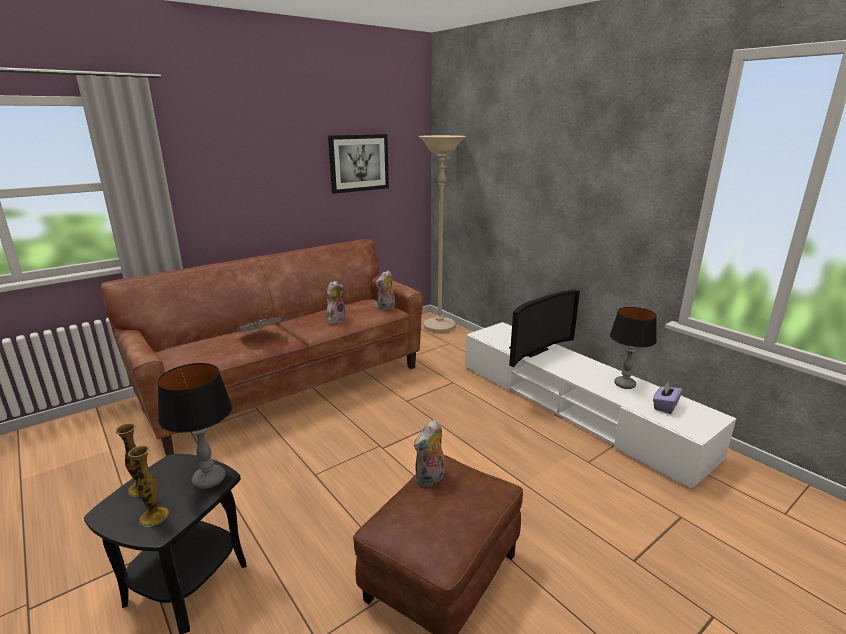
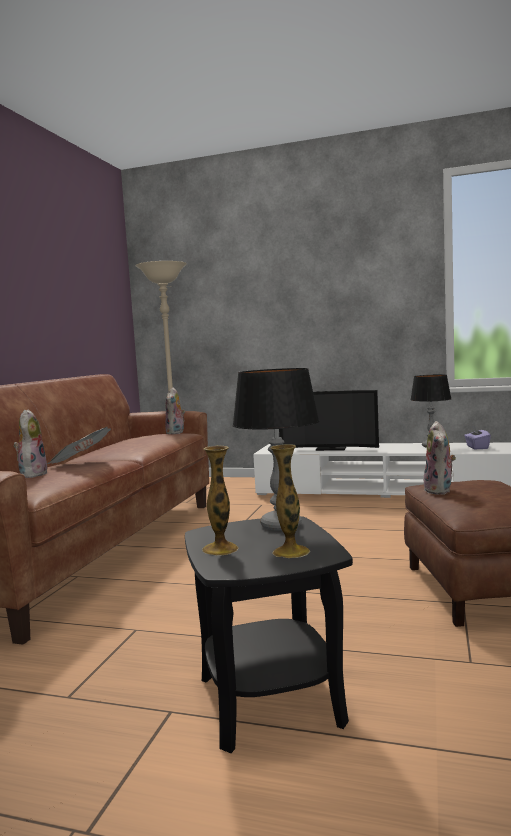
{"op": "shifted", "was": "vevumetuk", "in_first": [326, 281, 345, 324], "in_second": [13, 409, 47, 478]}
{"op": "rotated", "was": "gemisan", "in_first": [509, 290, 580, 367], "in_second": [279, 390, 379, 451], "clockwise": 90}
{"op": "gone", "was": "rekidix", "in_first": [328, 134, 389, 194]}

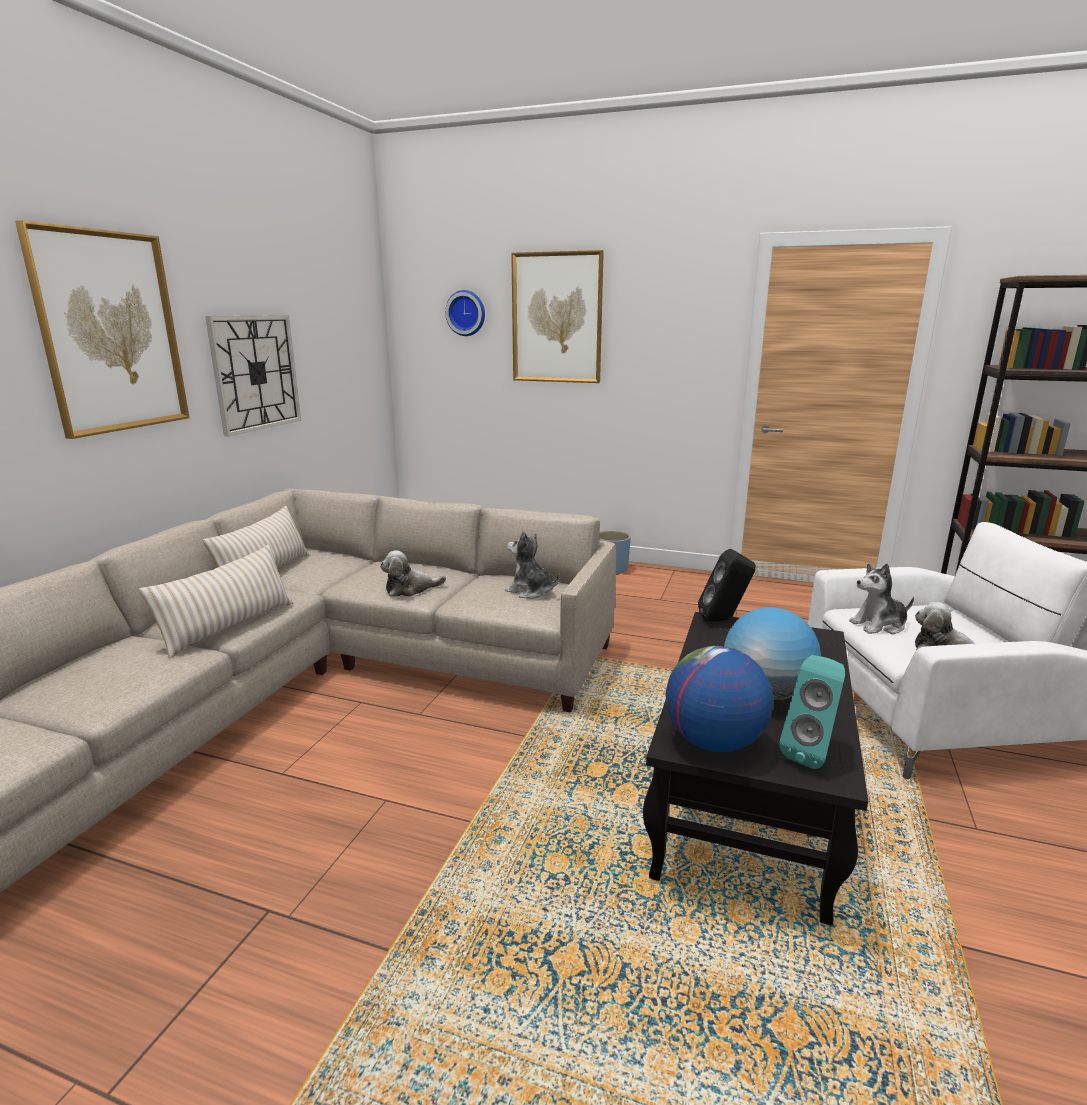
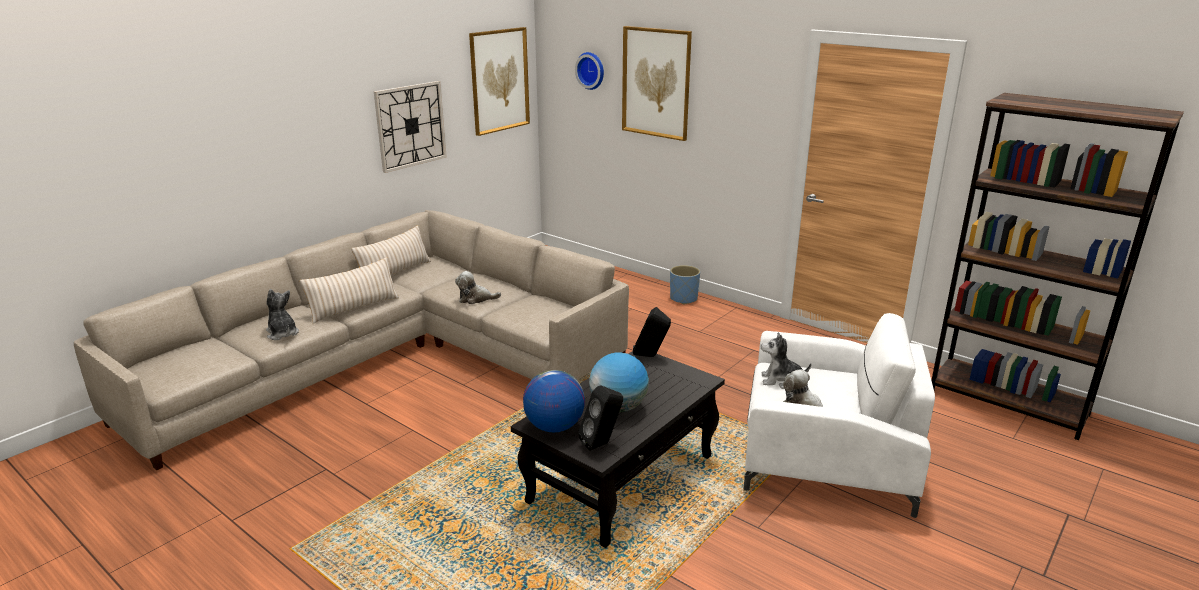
{"op": "shifted", "was": "vevumetuk", "in_first": [505, 531, 560, 599], "in_second": [266, 289, 299, 340]}
{"op": "shifted", "was": "rekidix", "in_first": [15, 220, 190, 439], "in_second": [469, 27, 530, 136]}
{"op": "repainted", "was": "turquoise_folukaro", "now": "black_folukaro", "in_first": [779, 655, 845, 769], "in_second": [578, 385, 623, 451]}

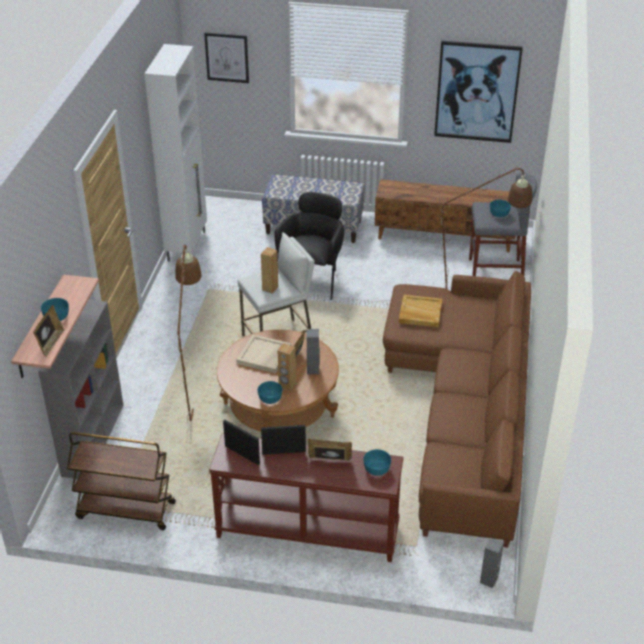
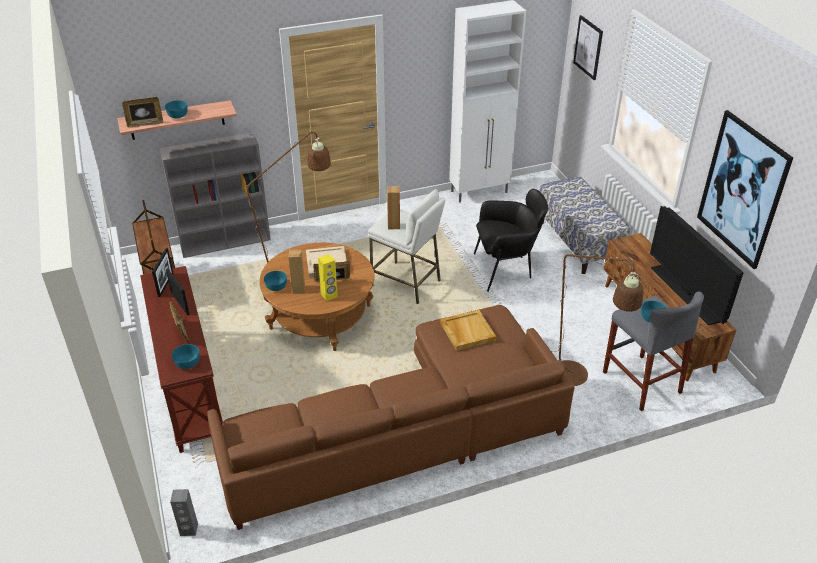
{"op": "repainted", "was": "grey_folukaro", "now": "yellow_folukaro", "in_first": [307, 329, 320, 374], "in_second": [318, 254, 338, 301]}
{"op": "new", "now": "gemisan", "in_second": [650, 206, 744, 325]}

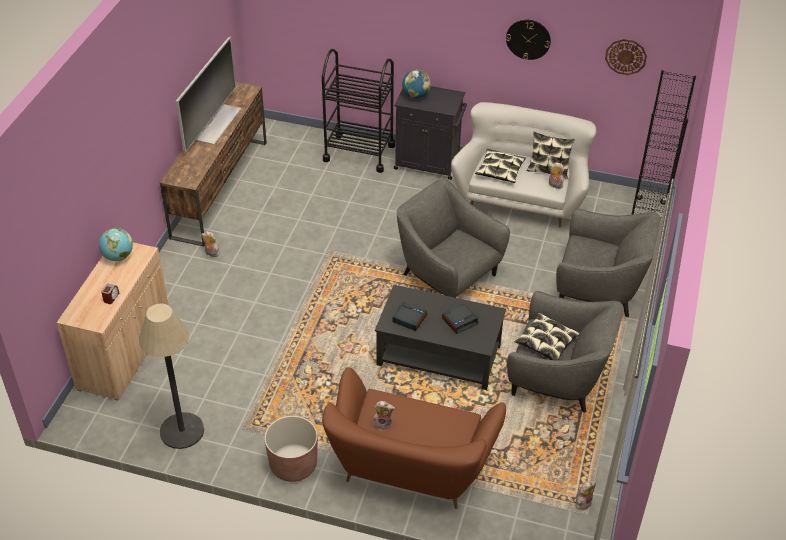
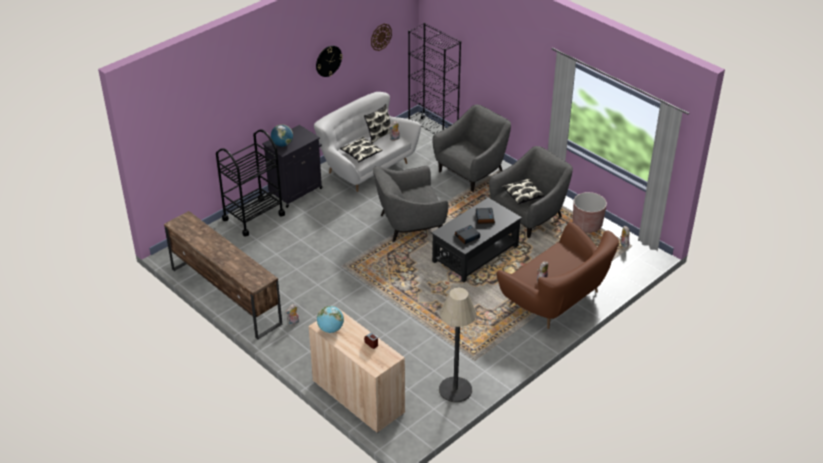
{"op": "shifted", "was": "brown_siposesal", "in_first": [264, 416, 318, 482], "in_second": [573, 192, 607, 233]}
{"op": "gone", "was": "gemisan", "in_first": [176, 37, 241, 153]}

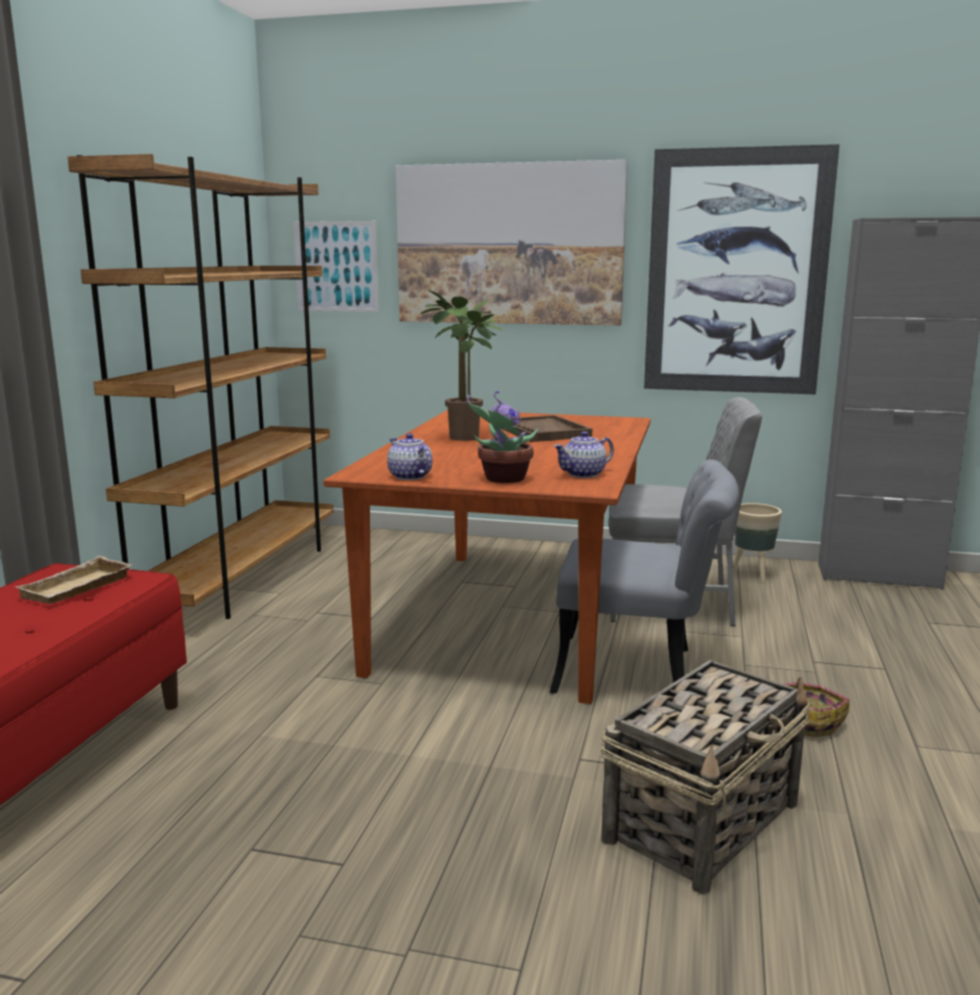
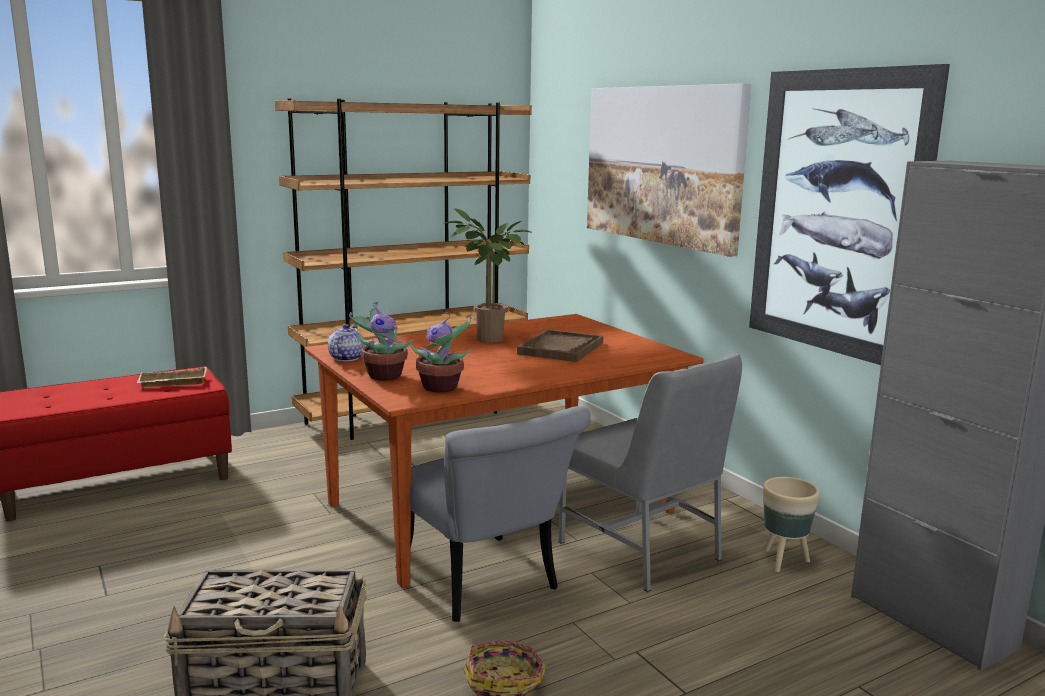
{"op": "swapped", "was": "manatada", "now": "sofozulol", "in_first": [554, 431, 614, 478], "in_second": [409, 312, 472, 393]}
{"op": "gone", "was": "rekidix", "in_first": [293, 221, 379, 312]}

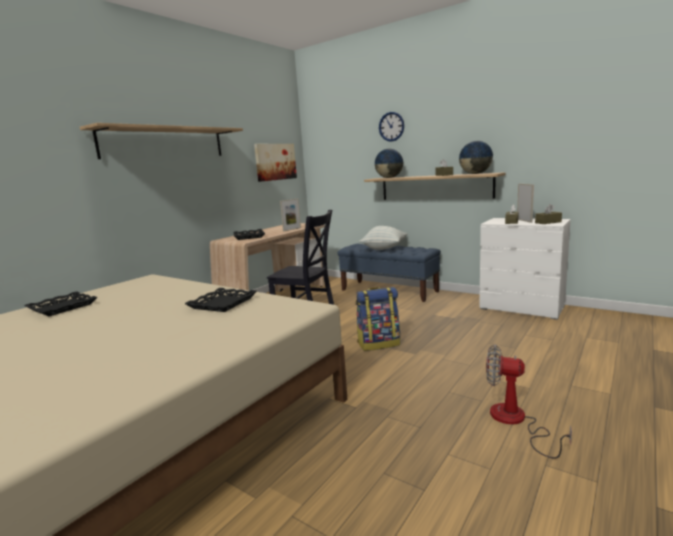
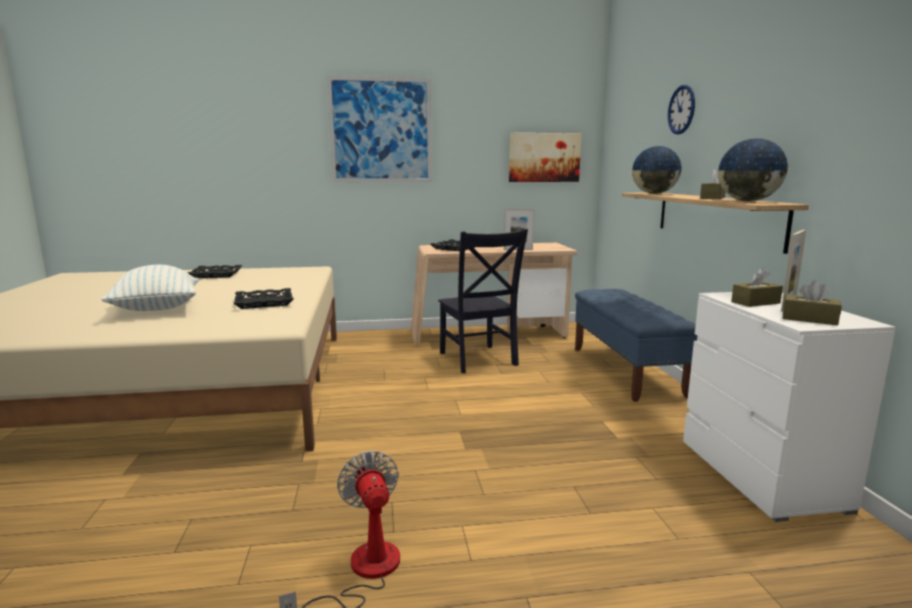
{"op": "shifted", "was": "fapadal", "in_first": [359, 226, 408, 250], "in_second": [101, 265, 199, 311]}
{"op": "swapped", "was": "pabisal", "now": "rekidix", "in_first": [80, 123, 243, 159], "in_second": [327, 76, 432, 182]}
{"op": "gone", "was": "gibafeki", "in_first": [356, 287, 400, 351]}

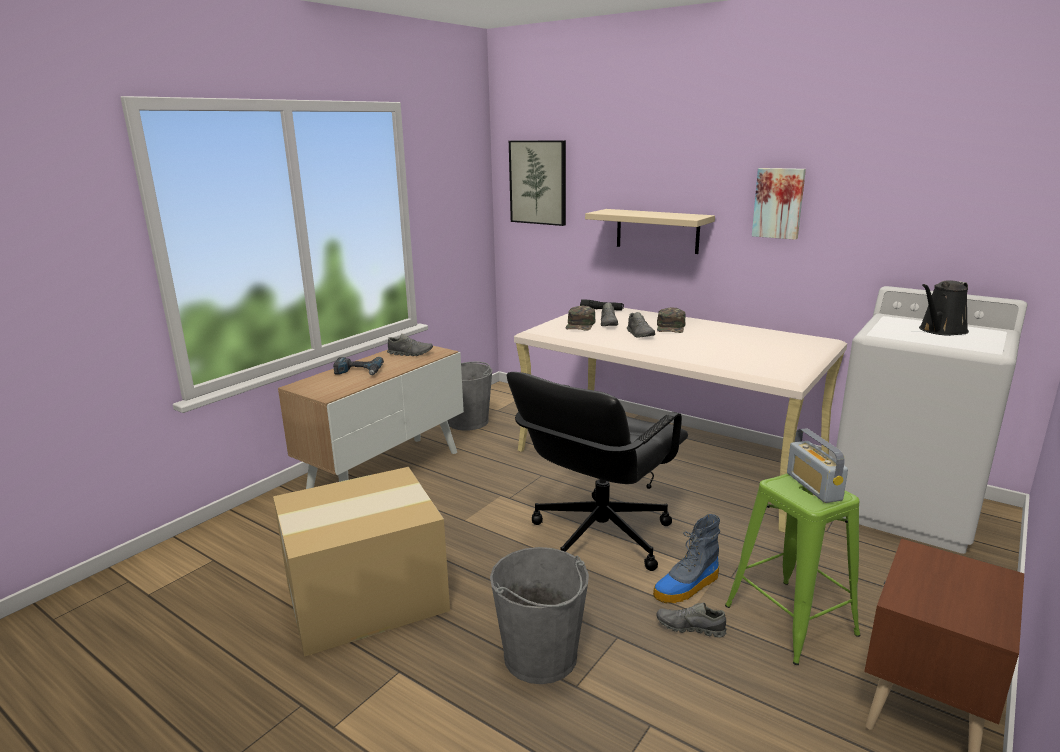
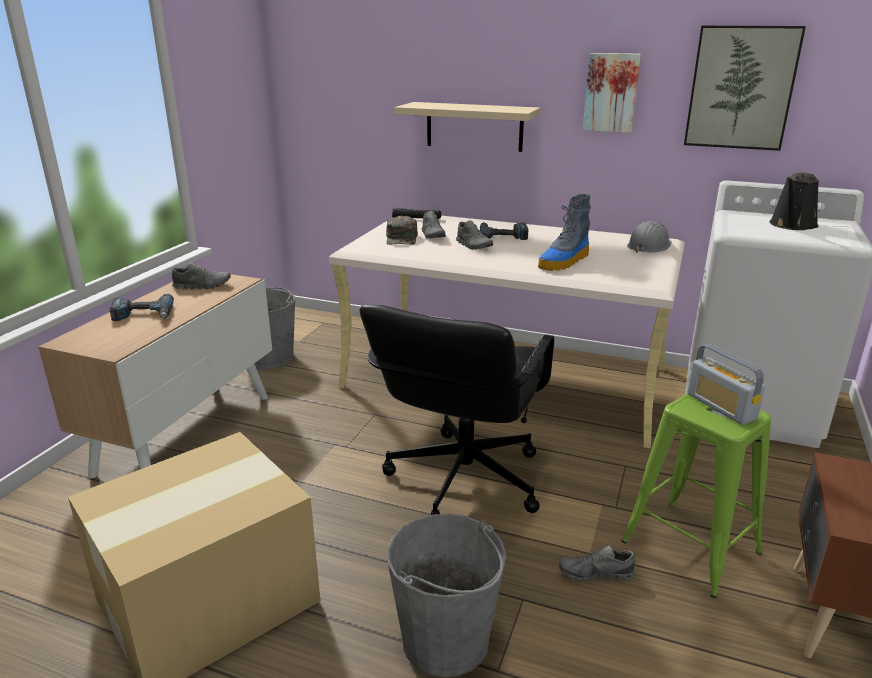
{"op": "swapped", "was": "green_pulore", "now": "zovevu", "in_first": [657, 307, 685, 333], "in_second": [480, 222, 528, 240]}
{"op": "shifted", "was": "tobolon", "in_first": [653, 514, 720, 604], "in_second": [538, 194, 591, 271]}
{"op": "new", "now": "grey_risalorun", "in_second": [627, 221, 671, 253]}
{"op": "shifted", "was": "rekidix", "in_first": [509, 140, 566, 226], "in_second": [684, 25, 806, 151]}

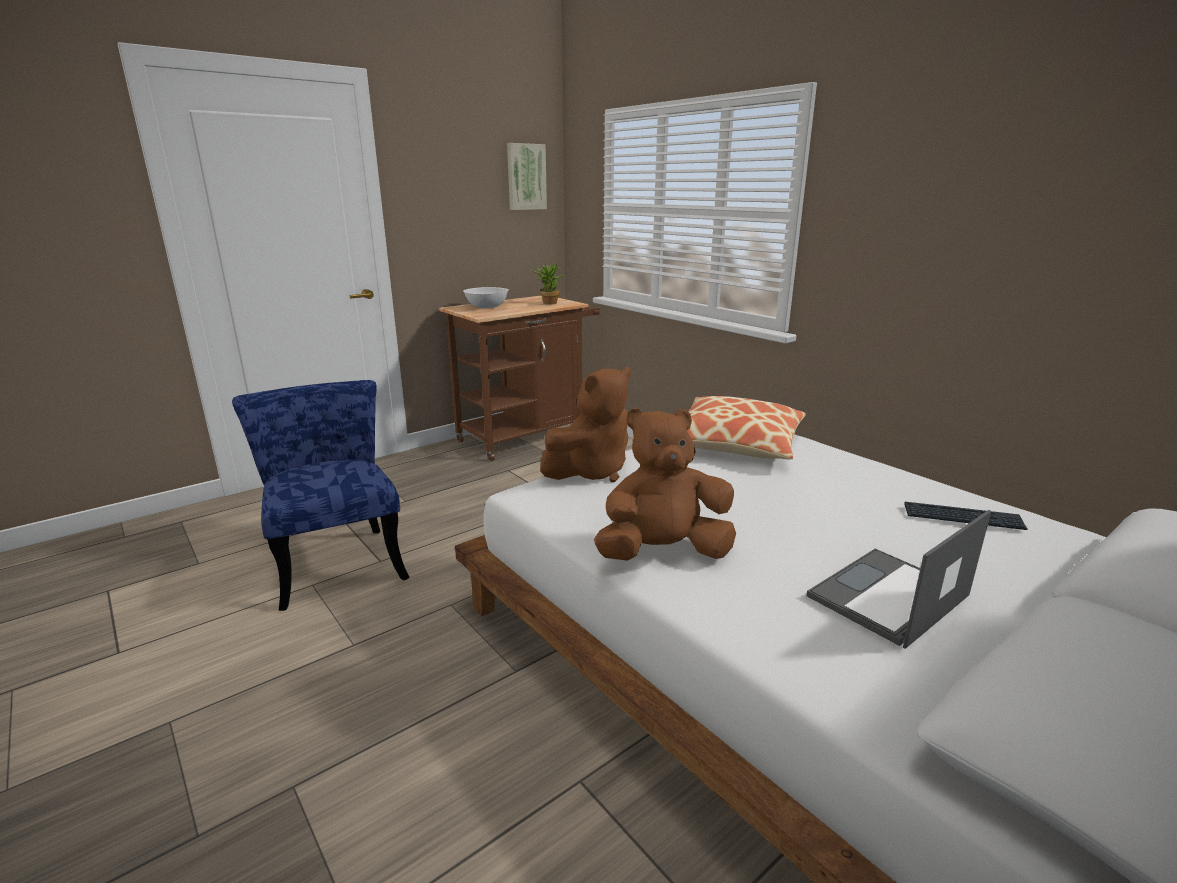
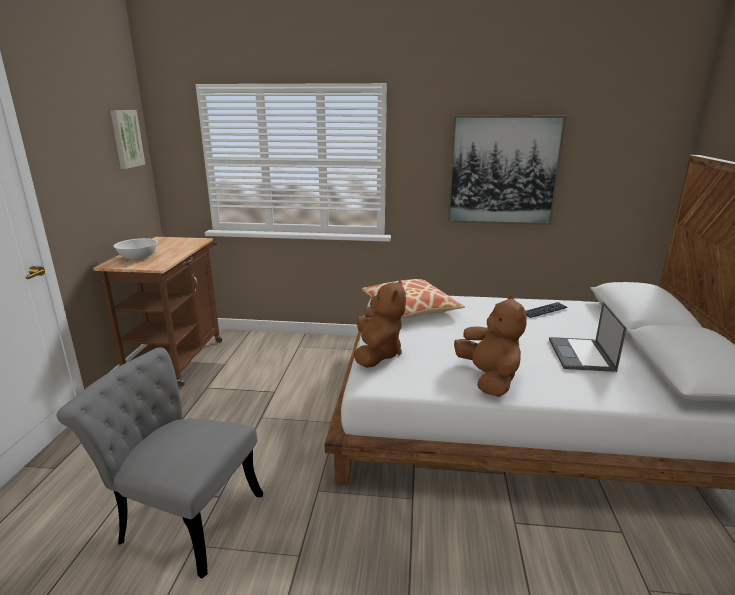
{"op": "repainted", "was": "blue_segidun", "now": "grey_segidun", "in_first": [232, 380, 410, 611], "in_second": [57, 347, 263, 579]}
{"op": "new", "now": "rekidix", "in_second": [447, 115, 566, 225]}
{"op": "rotated", "was": "brown_vevumetuk", "in_first": [594, 408, 736, 561], "in_second": [454, 295, 526, 397], "clockwise": 135}
{"op": "gone", "was": "sofozulol", "in_first": [531, 262, 563, 305]}

